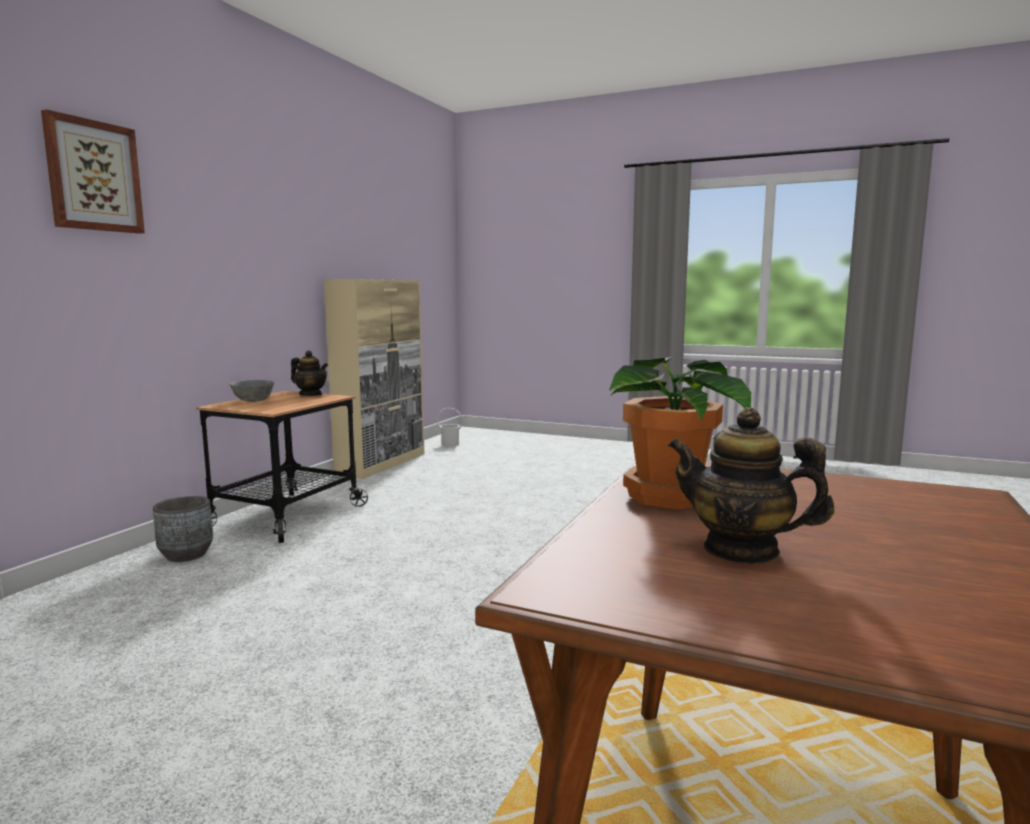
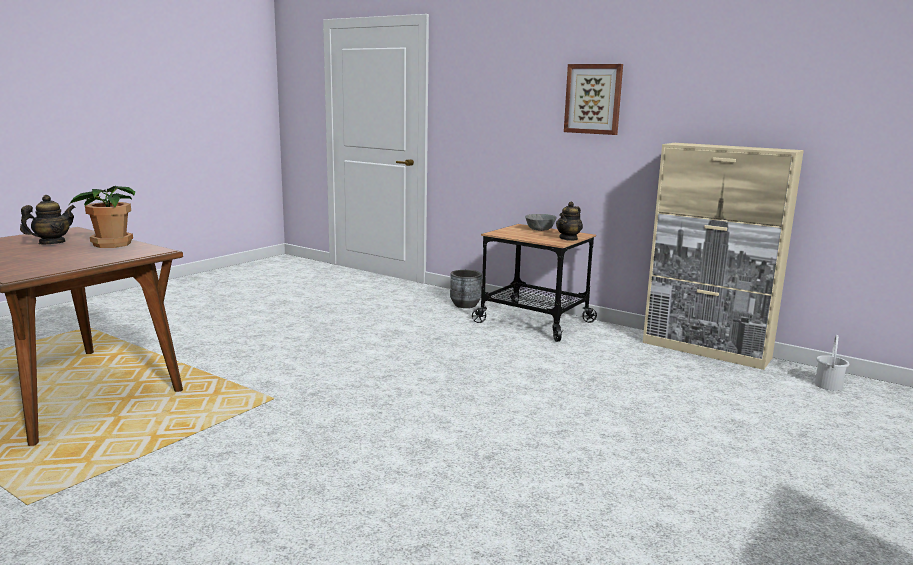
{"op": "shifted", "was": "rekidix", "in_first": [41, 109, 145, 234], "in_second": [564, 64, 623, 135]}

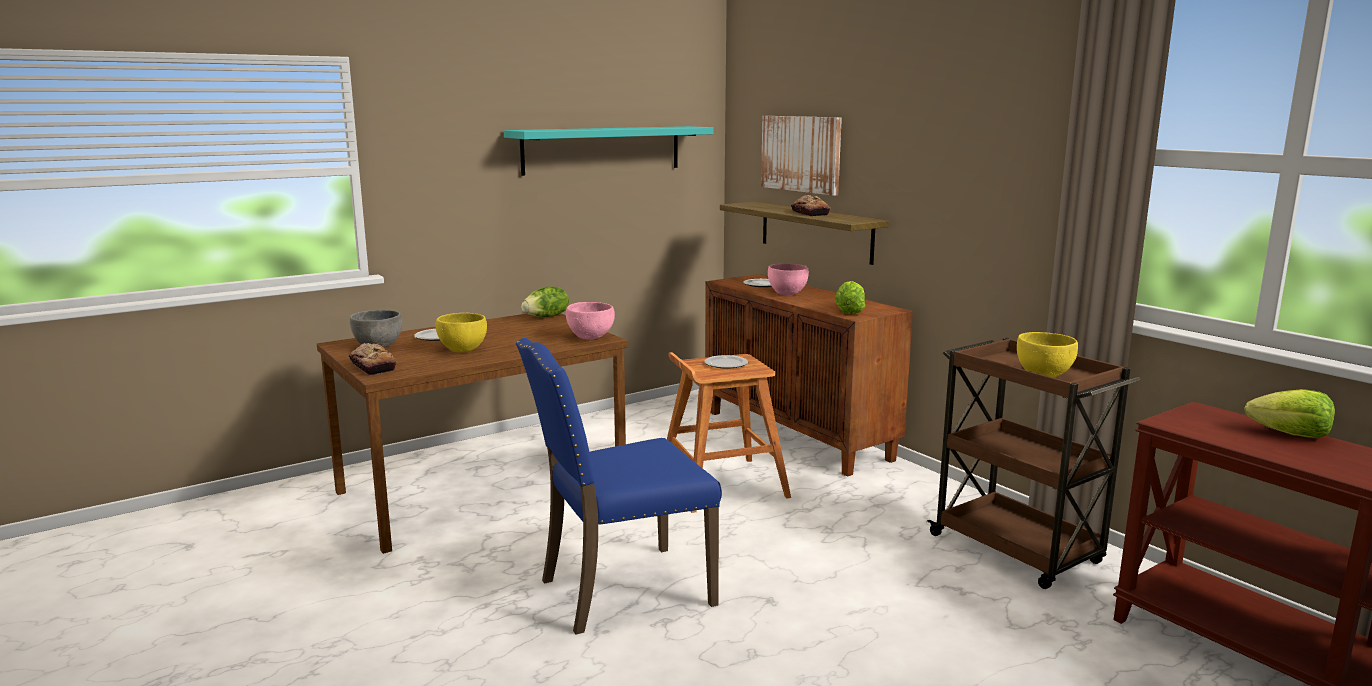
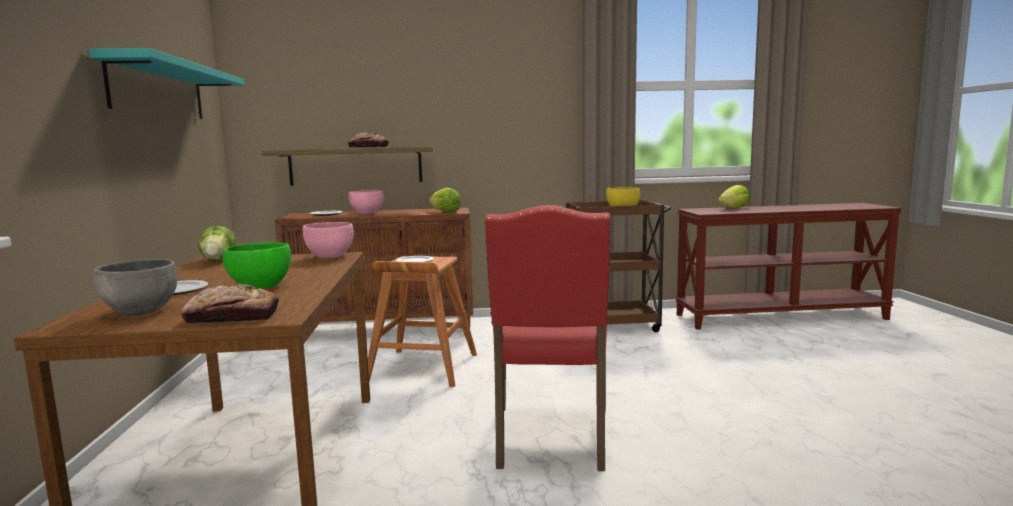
{"op": "repainted", "was": "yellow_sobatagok", "now": "green_sobatagok", "in_first": [436, 313, 487, 353], "in_second": [222, 242, 291, 289]}
{"op": "repainted", "was": "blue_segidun", "now": "red_segidun", "in_first": [516, 338, 722, 635], "in_second": [485, 205, 611, 471]}
{"op": "gone", "was": "rekidix", "in_first": [761, 116, 842, 196]}

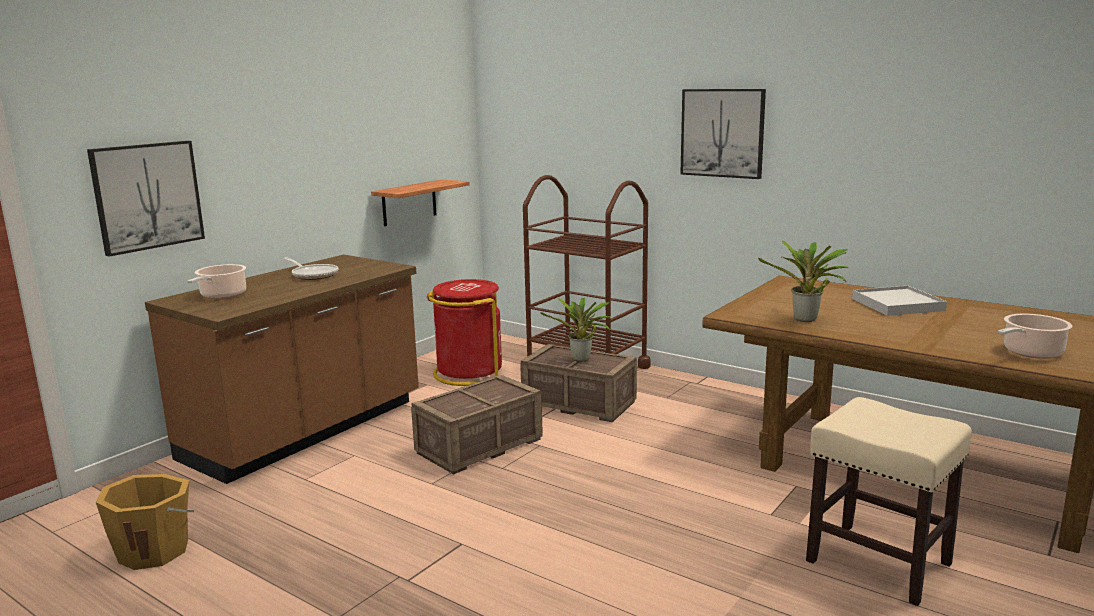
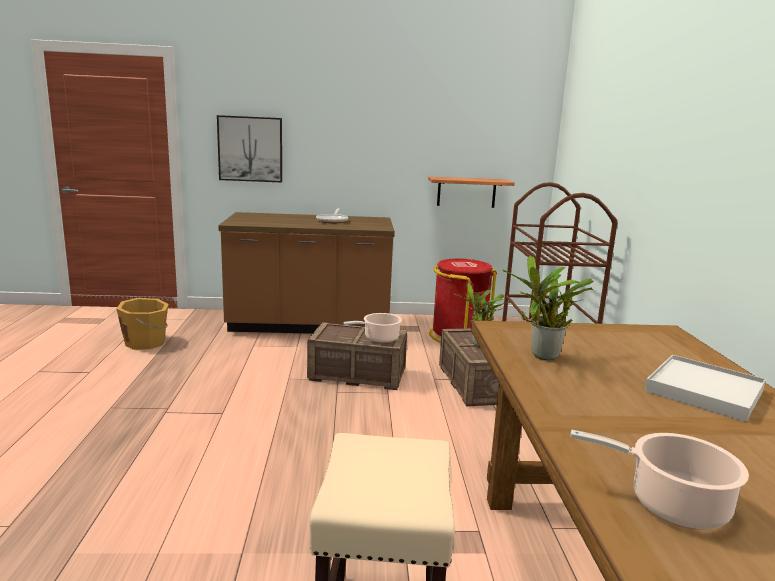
{"op": "shifted", "was": "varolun", "in_first": [187, 264, 246, 299], "in_second": [343, 313, 402, 343]}
{"op": "gone", "was": "rekidix", "in_first": [680, 89, 766, 179]}

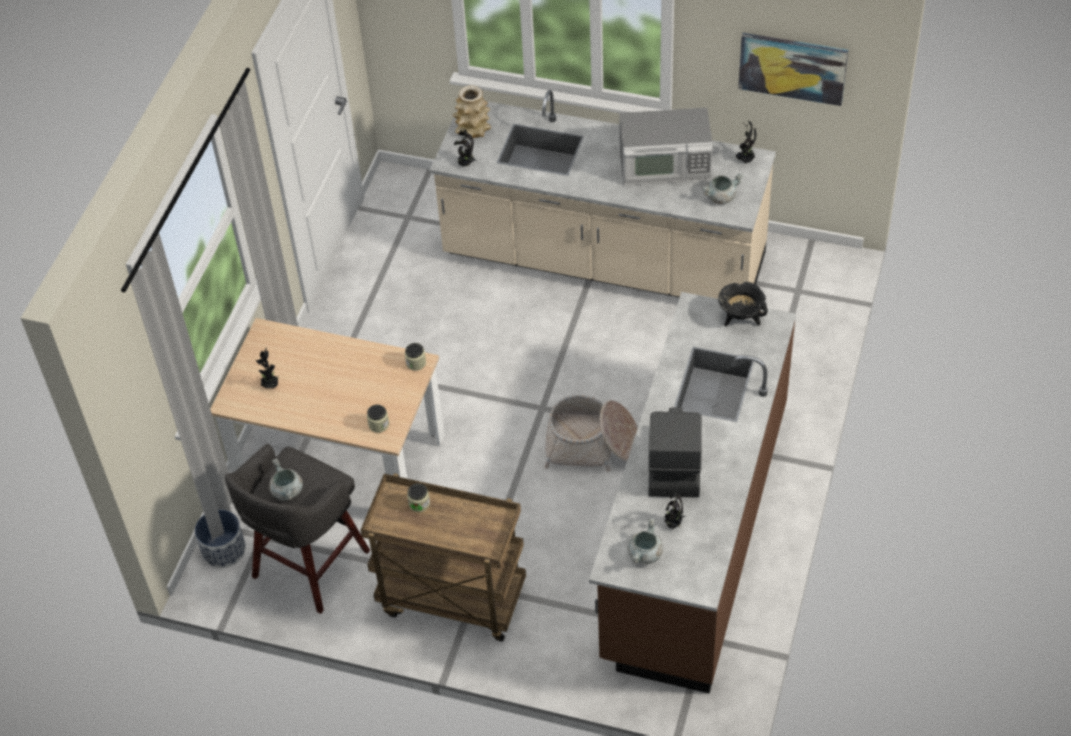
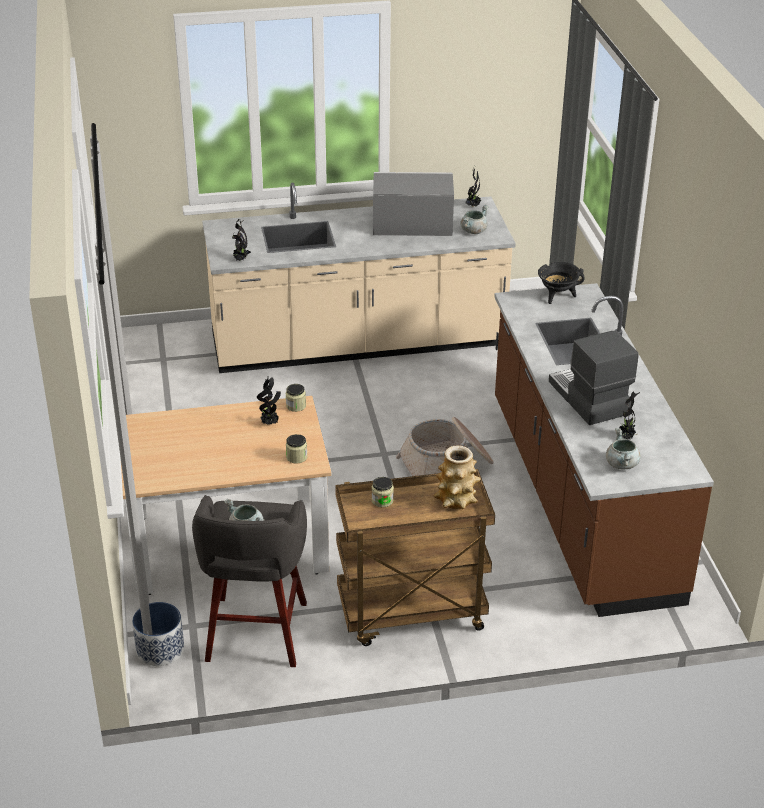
{"op": "shifted", "was": "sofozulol", "in_first": [256, 347, 279, 389], "in_second": [257, 376, 281, 425]}
{"op": "rotated", "was": "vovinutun", "in_first": [619, 107, 713, 186], "in_second": [373, 172, 454, 236], "clockwise": -150}
{"op": "shifted", "was": "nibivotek", "in_first": [453, 85, 491, 138], "in_second": [434, 446, 481, 509]}
{"op": "gone", "was": "rekidix", "in_first": [738, 33, 848, 106]}

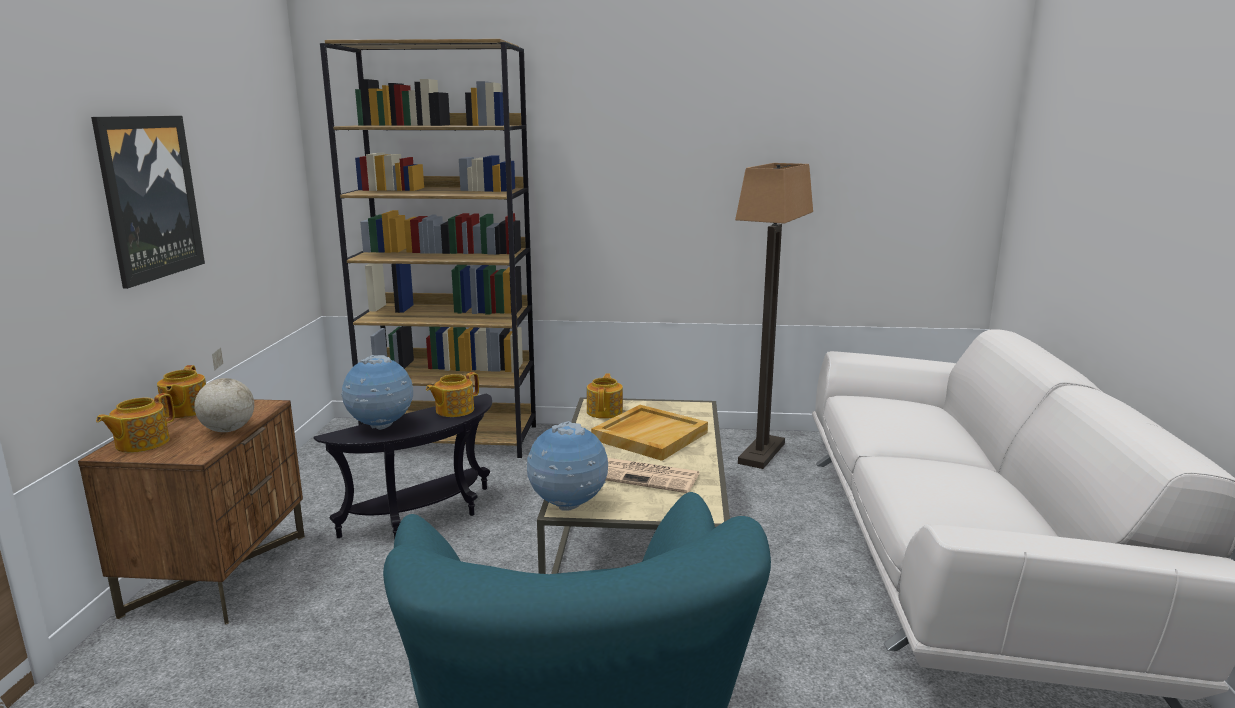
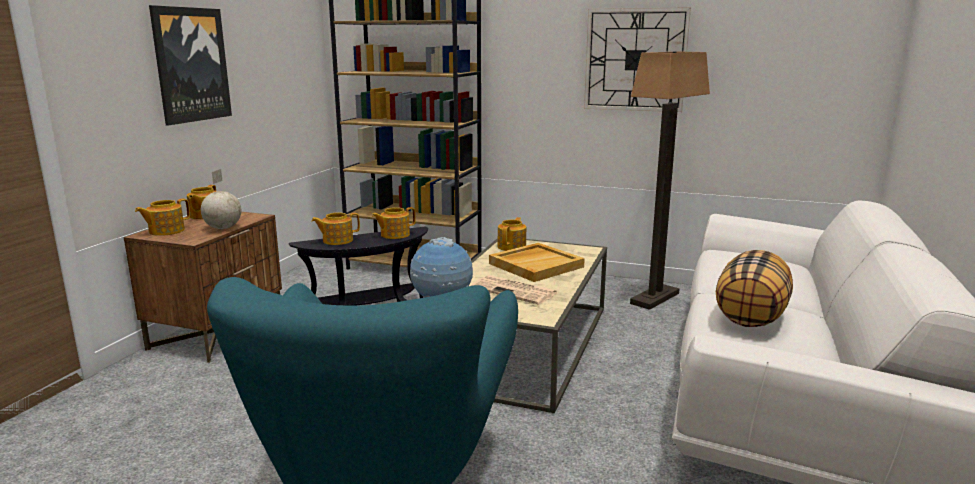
{"op": "swapped", "was": "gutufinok", "now": "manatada", "in_first": [341, 355, 413, 430], "in_second": [311, 212, 360, 245]}
{"op": "new", "now": "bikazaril", "in_second": [584, 7, 691, 112]}
{"op": "new", "now": "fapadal", "in_second": [716, 250, 793, 327]}

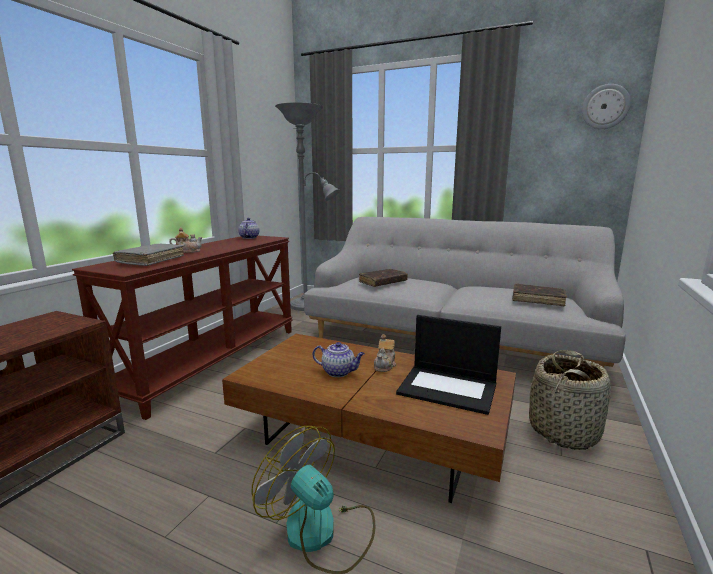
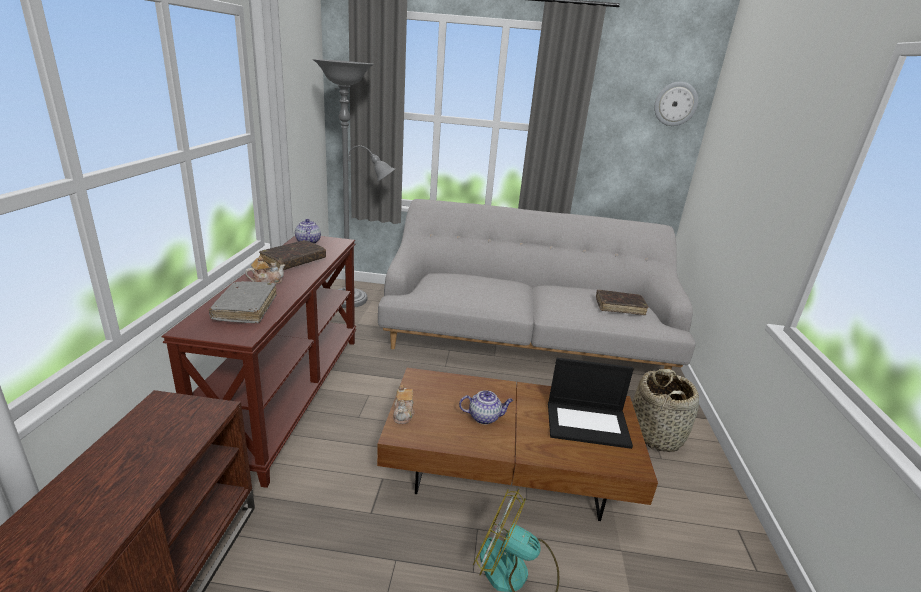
{"op": "shifted", "was": "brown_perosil", "in_first": [359, 269, 408, 287], "in_second": [259, 240, 326, 270]}
{"op": "shifted", "was": "manatada", "in_first": [374, 334, 396, 372], "in_second": [393, 385, 415, 424]}

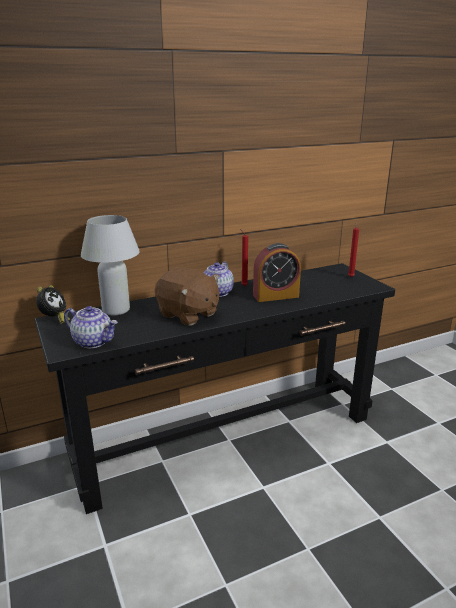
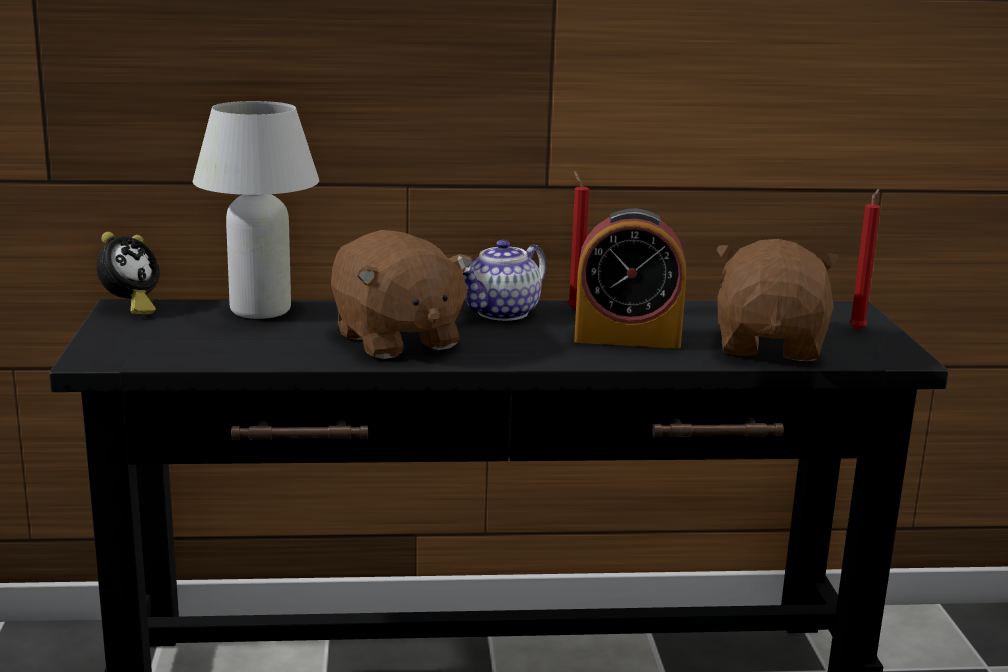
{"op": "new", "now": "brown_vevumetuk", "in_second": [716, 239, 838, 361]}
{"op": "gone", "was": "manatada", "in_first": [64, 306, 118, 348]}

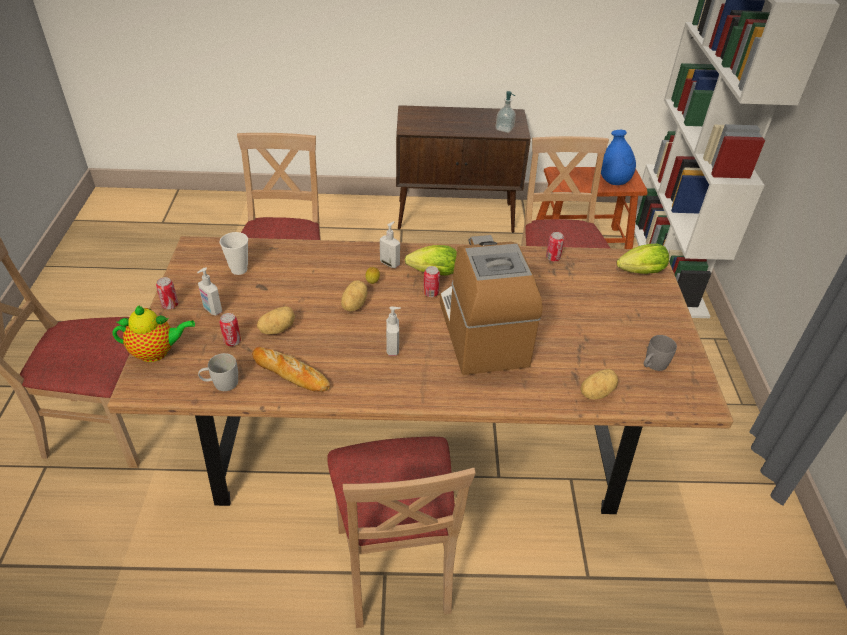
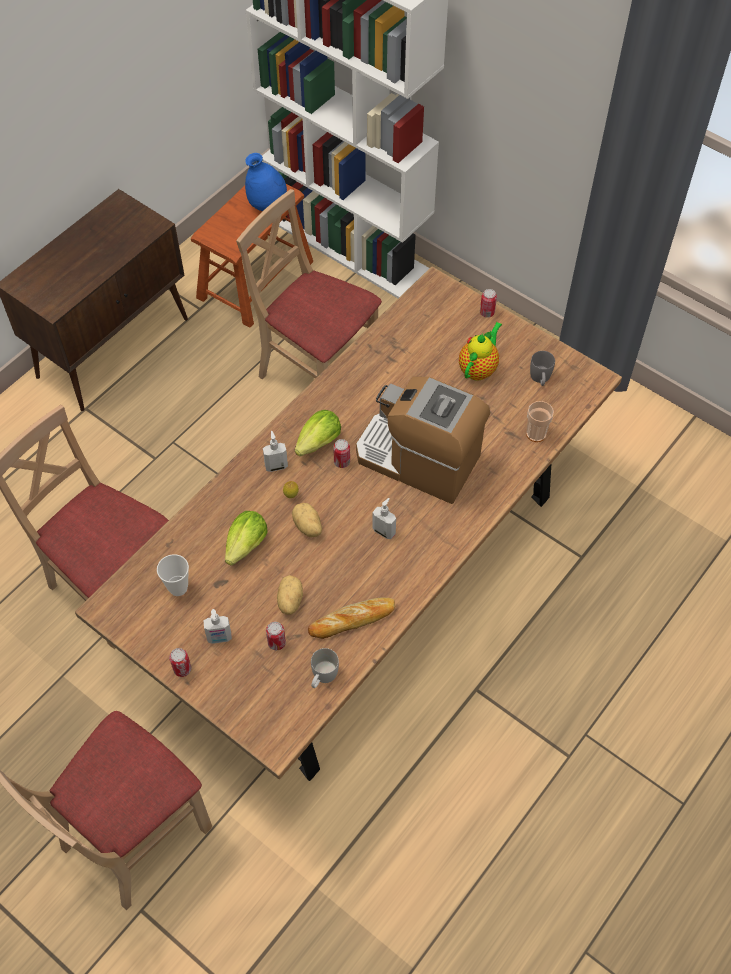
{"op": "shifted", "was": "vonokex", "in_first": [617, 244, 669, 274], "in_second": [225, 511, 268, 566]}
{"op": "shifted", "was": "manatada", "in_first": [113, 305, 195, 362], "in_second": [459, 322, 502, 381]}
{"op": "shifted", "was": "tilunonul", "in_first": [546, 232, 564, 261], "in_second": [480, 289, 497, 317]}
{"op": "swapped", "was": "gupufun", "now": "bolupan", "in_first": [580, 369, 618, 399], "in_second": [526, 401, 554, 442]}
{"op": "gone", "was": "beige_segidun", "in_first": [327, 437, 476, 628]}
{"op": "gone", "was": "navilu", "in_first": [496, 91, 516, 133]}

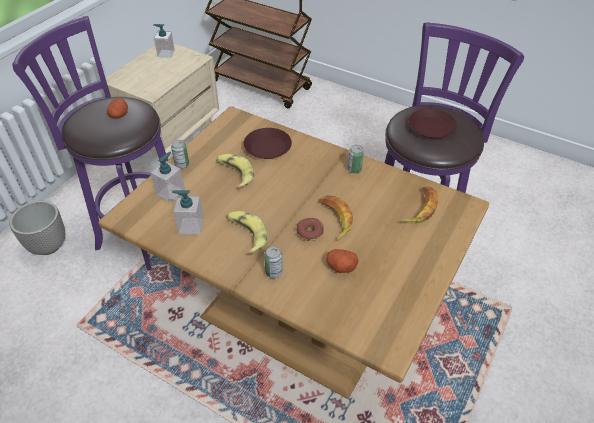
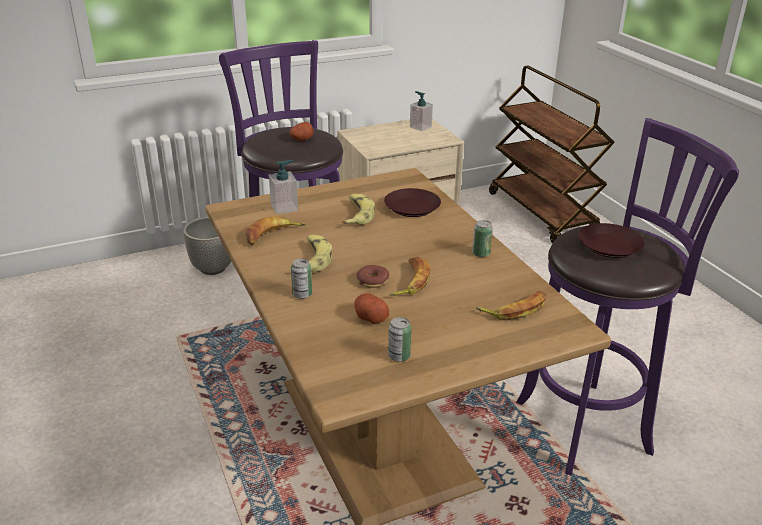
{"op": "swapped", "was": "navilu", "now": "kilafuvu", "in_first": [172, 190, 204, 235], "in_second": [245, 216, 306, 245]}
{"op": "shifted", "was": "tilunonul", "in_first": [171, 140, 189, 168], "in_second": [388, 317, 412, 362]}

